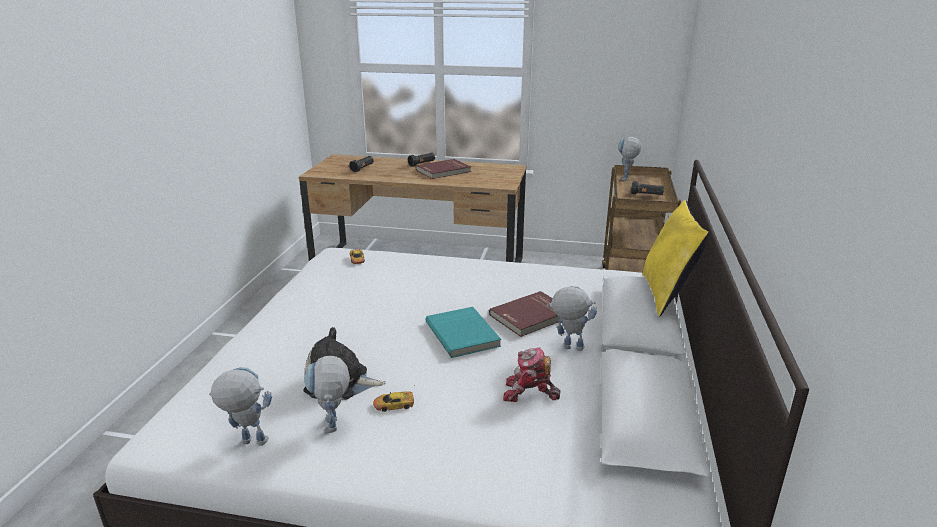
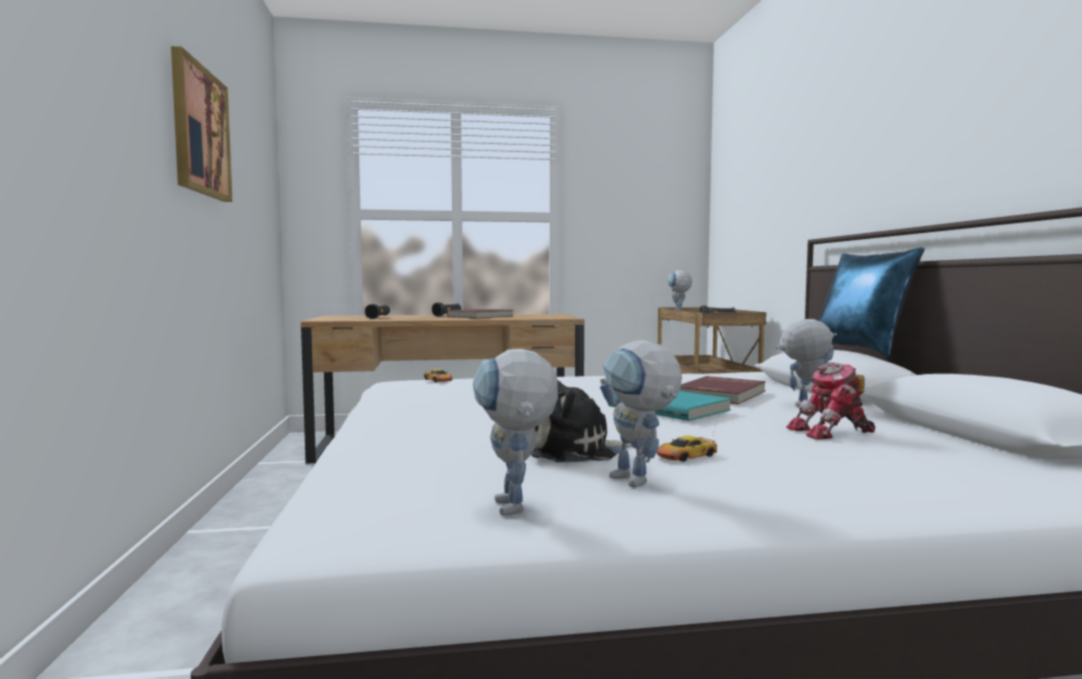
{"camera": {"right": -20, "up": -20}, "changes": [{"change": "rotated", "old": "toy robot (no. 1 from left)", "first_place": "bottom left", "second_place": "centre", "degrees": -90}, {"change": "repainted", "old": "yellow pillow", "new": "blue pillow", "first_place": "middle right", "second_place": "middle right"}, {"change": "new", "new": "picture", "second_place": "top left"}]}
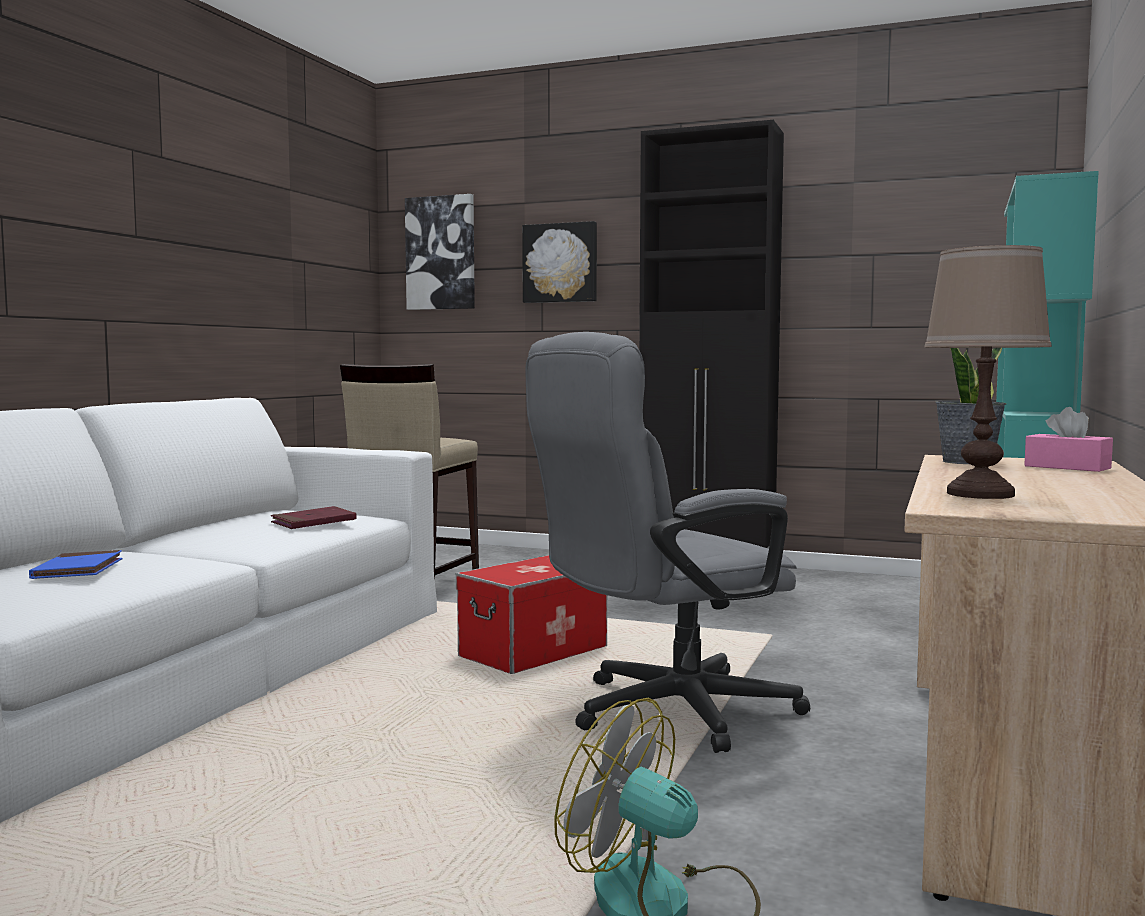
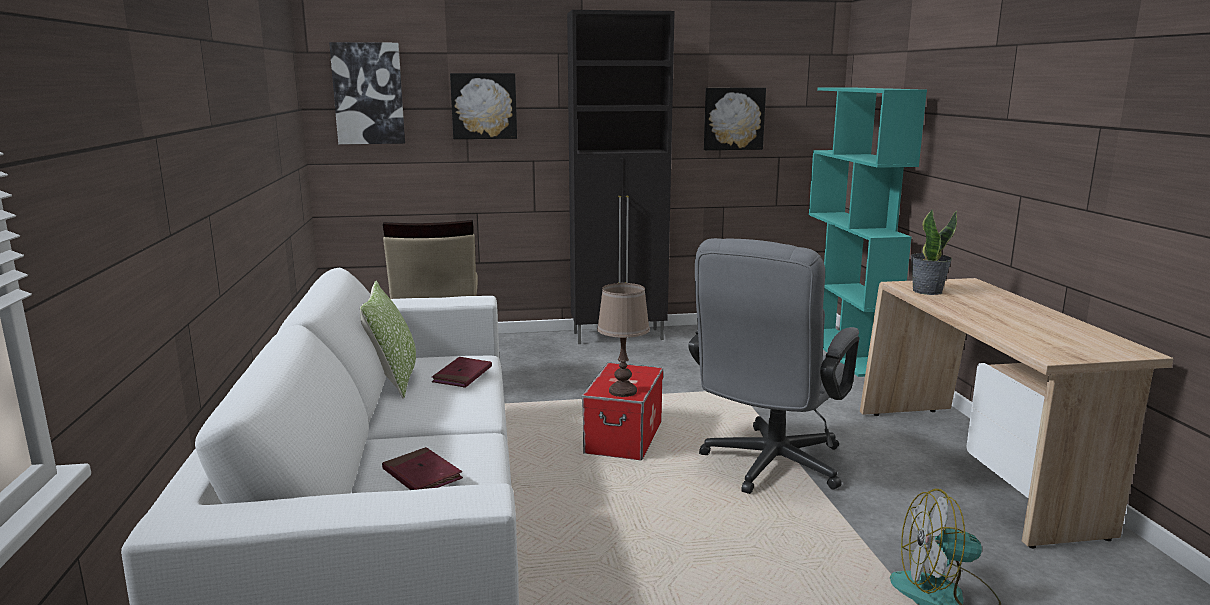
{"camera": {"right": -30, "up": 10}, "changes": [{"change": "repainted", "old": "blue book", "new": "red book (no. 1 from left)", "first_place": "middle left", "second_place": "bottom centre"}, {"change": "shifted", "old": "brown table lamp", "first_place": "middle right", "second_place": "centre"}, {"change": "gone", "old": "pink tissue box", "first_place": "middle right"}, {"change": "new", "new": "pillow", "second_place": "middle left"}, {"change": "new", "new": "picture (no. 3 from left)", "second_place": "top centre"}]}
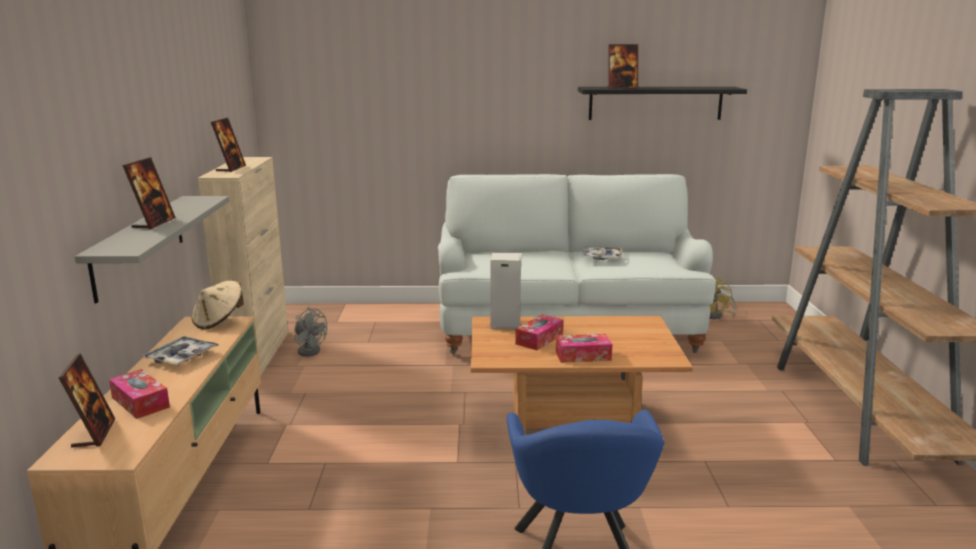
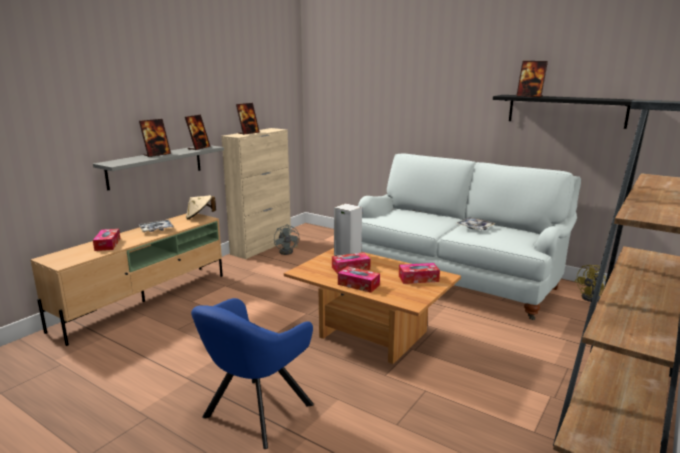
{"camera": {"right": 35, "up": 0}, "changes": [{"change": "shifted", "old": "picture frame (no. 1 from left in the first image)", "new": "picture frame (no. 2 from left)", "first_place": "bottom left", "second_place": "top left"}, {"change": "new", "new": "tissue box (no. 4 from left)", "second_place": "centre"}]}
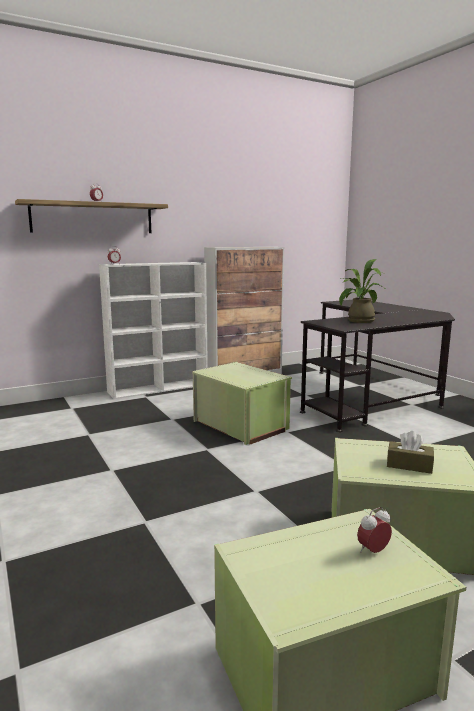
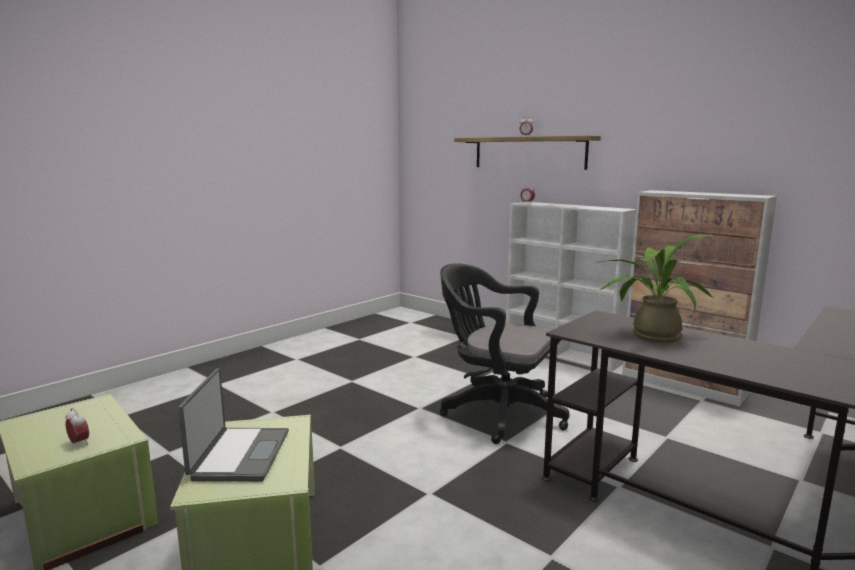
{"camera": {"right": 70, "up": 0}, "changes": [{"change": "swapped", "old": "green storage box (no. 1 from left)", "new": "black office chair", "first_place": "centre", "second_place": "centre"}, {"change": "swapped", "old": "brown tissue box", "new": "laptop", "first_place": "middle right", "second_place": "bottom left"}]}
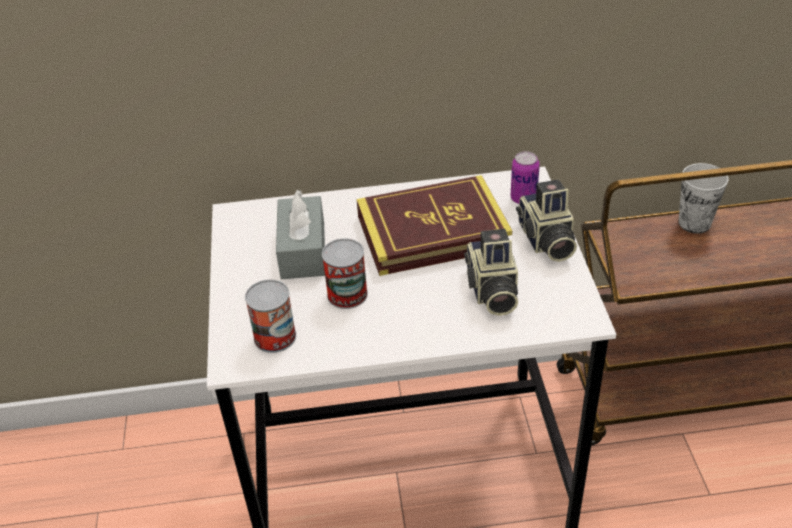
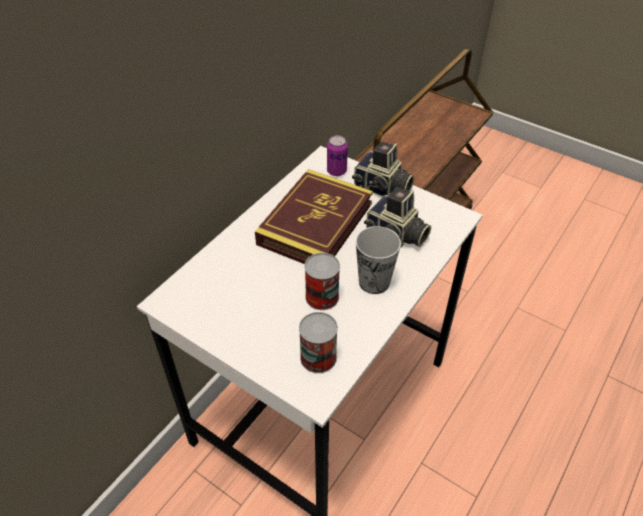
{"camera": {"right": -50, "up": 5}, "changes": [{"change": "gone", "old": "grey tissue box", "first_place": "centre"}, {"change": "shifted", "old": "cup", "first_place": "middle right", "second_place": "centre"}]}
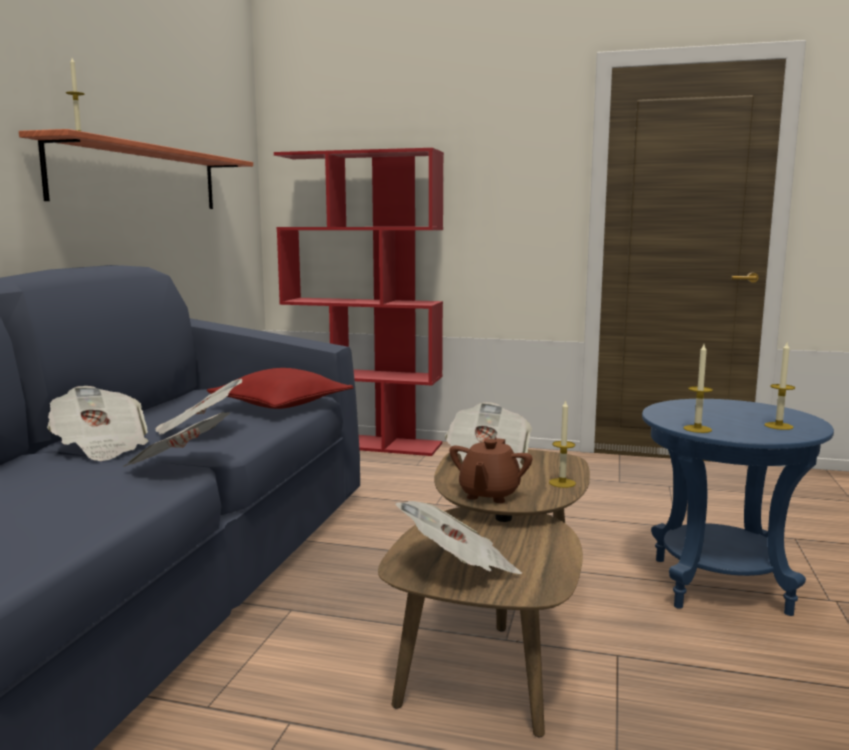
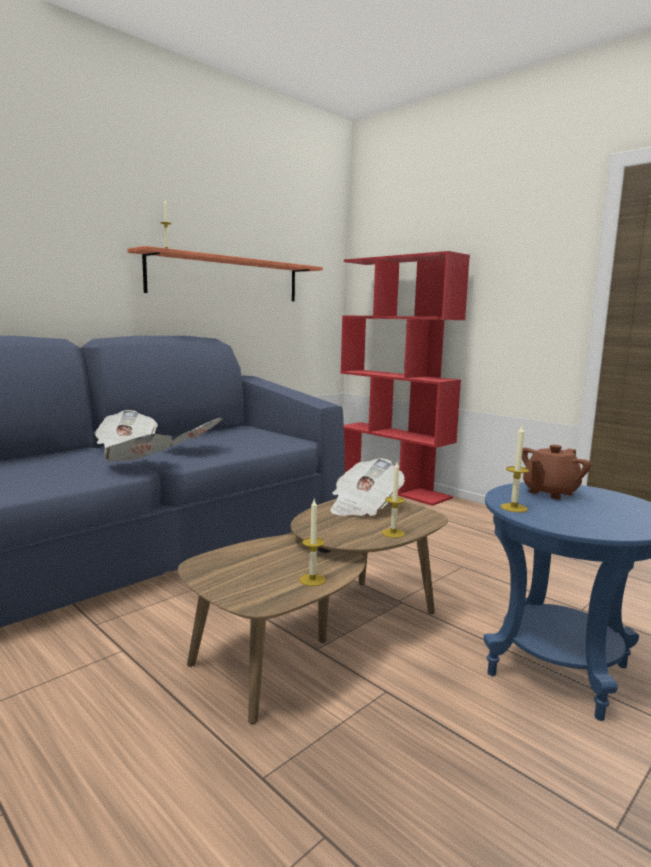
{"camera": {"right": 30, "up": 0}, "changes": [{"change": "gone", "old": "red pillow", "first_place": "middle left"}, {"change": "gone", "old": "newspaper (no. 4 from left)", "first_place": "bottom centre"}, {"change": "shifted", "old": "brown teapot", "first_place": "centre", "second_place": "middle right"}, {"change": "shifted", "old": "candle (no. 4 from left in the first image)", "new": "candle (no. 2 from left)", "first_place": "middle right", "second_place": "centre"}]}
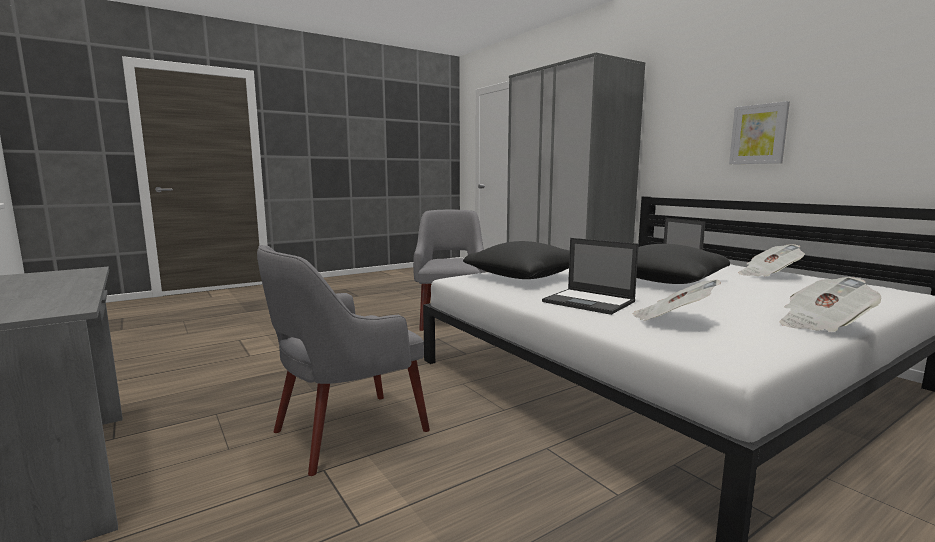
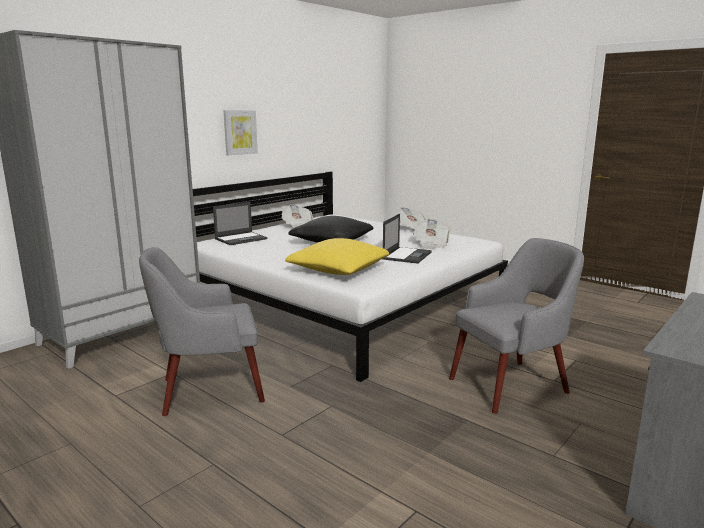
{"camera": {"right": -105, "up": 5}, "changes": [{"change": "rotated", "old": "grey armchair (no. 1 from left in the first image)", "first_place": "centre", "second_place": "middle right", "degrees": -60}, {"change": "repainted", "old": "black pillow (no. 1 from left)", "new": "yellow pillow", "first_place": "centre", "second_place": "centre"}]}
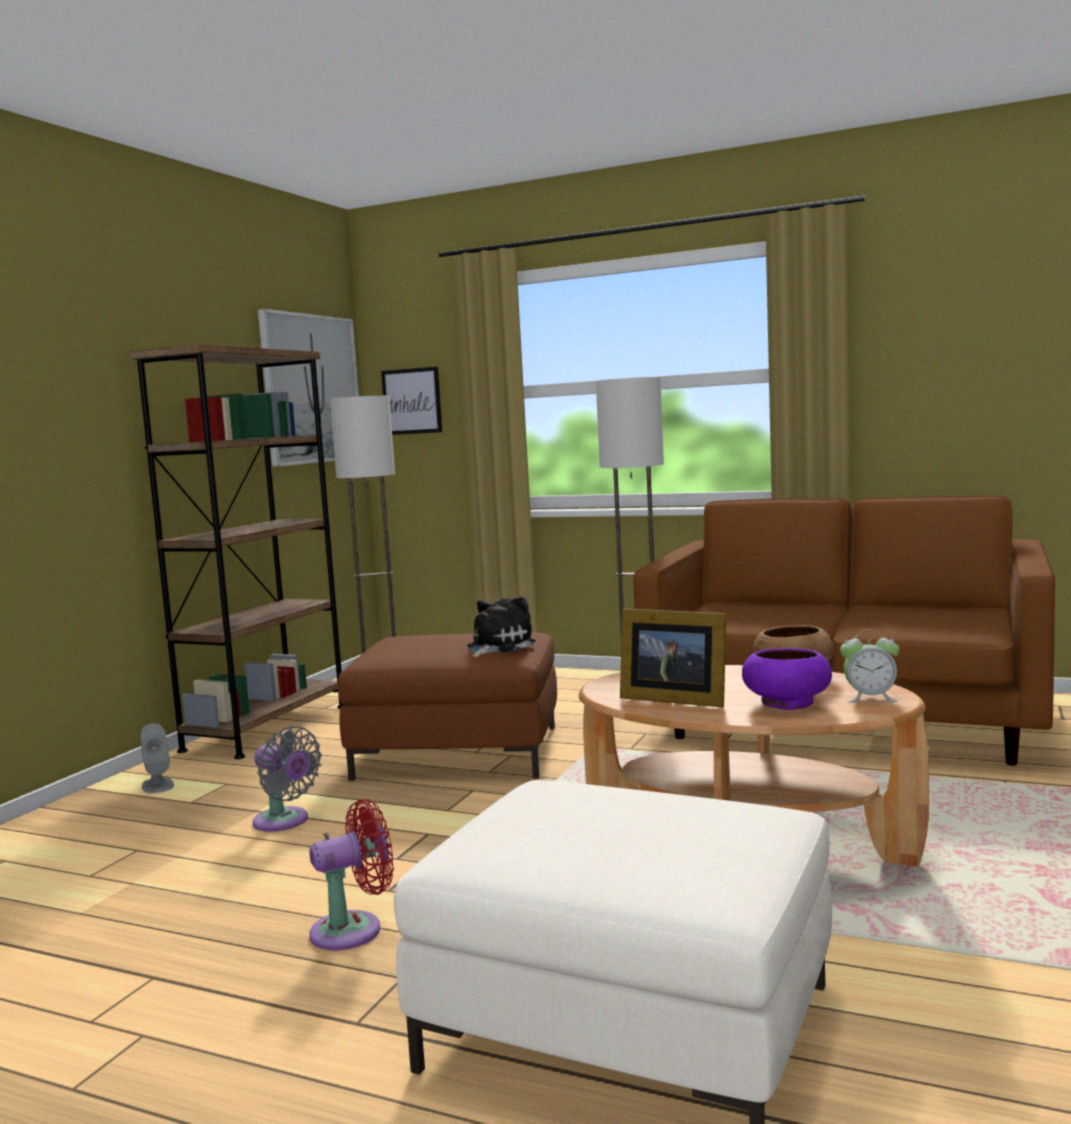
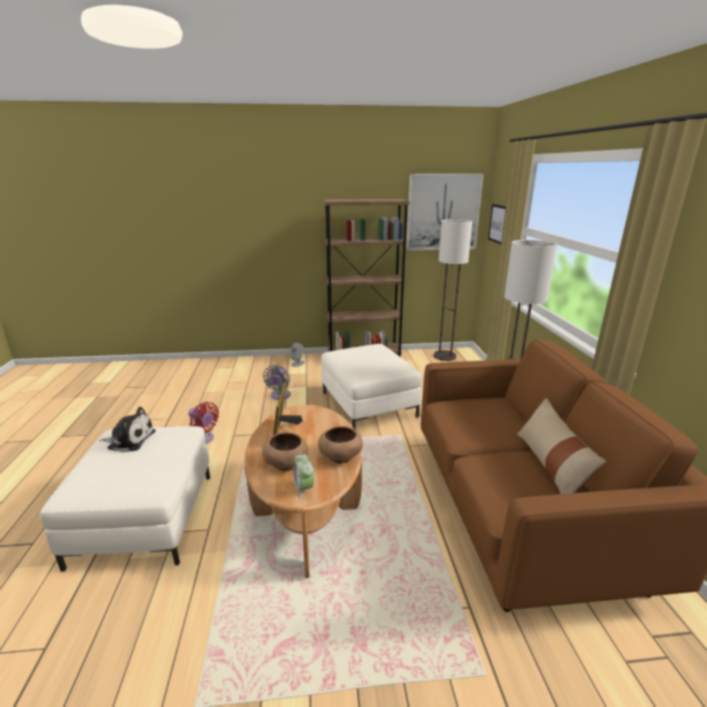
{"camera": {"right": 60, "up": 15}, "changes": [{"change": "repainted", "old": "brown ottoman", "new": "white ottoman (no. 2 from left)", "first_place": "centre", "second_place": "centre"}, {"change": "shifted", "old": "plush toy", "first_place": "centre", "second_place": "middle left"}, {"change": "repainted", "old": "purple bowl", "new": "brown bowl (no. 1 from left)", "first_place": "middle right", "second_place": "centre"}, {"change": "new", "new": "beige pillow", "second_place": "middle right"}]}
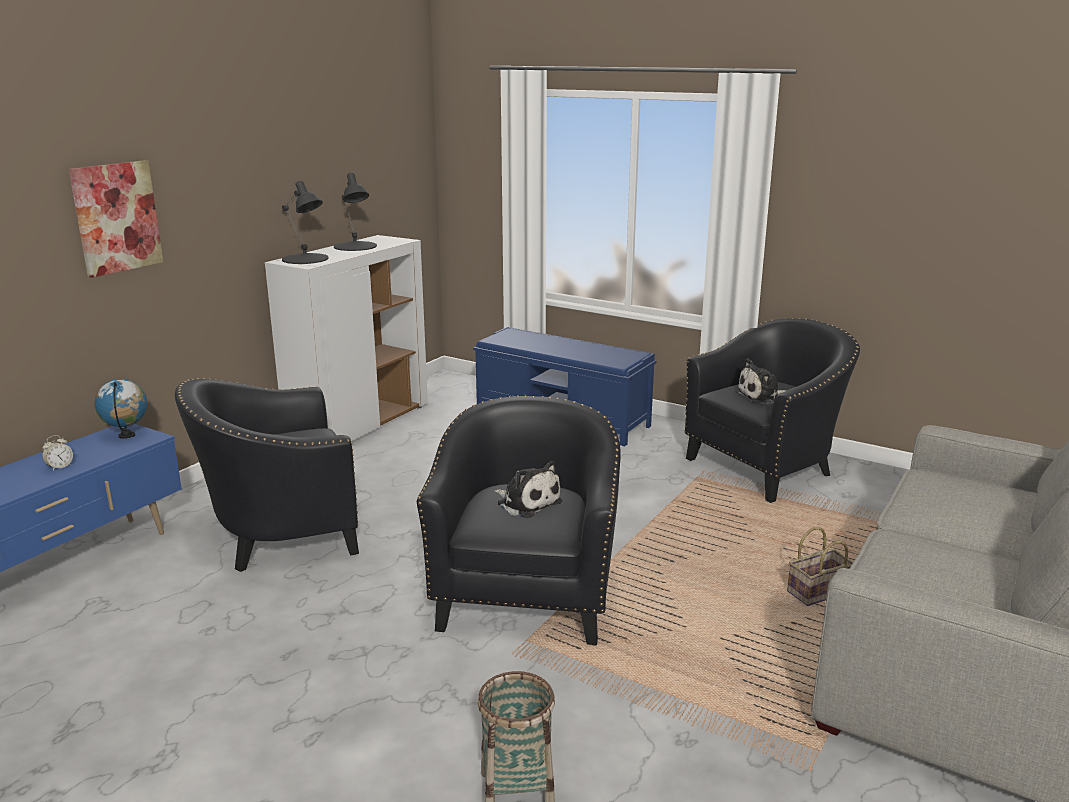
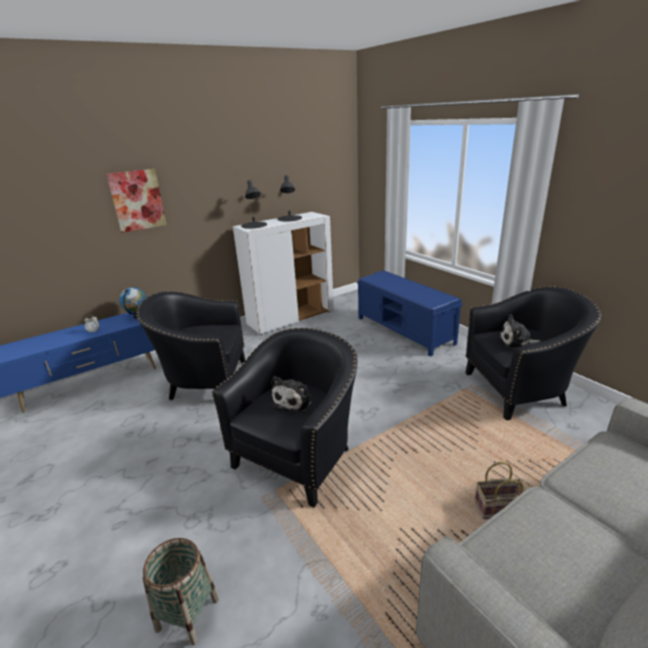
{"camera": {"right": 25, "up": 5}, "changes": [{"change": "rotated", "old": "plush toy (no. 1 from left)", "first_place": "centre", "second_place": "centre", "degrees": 45}]}
